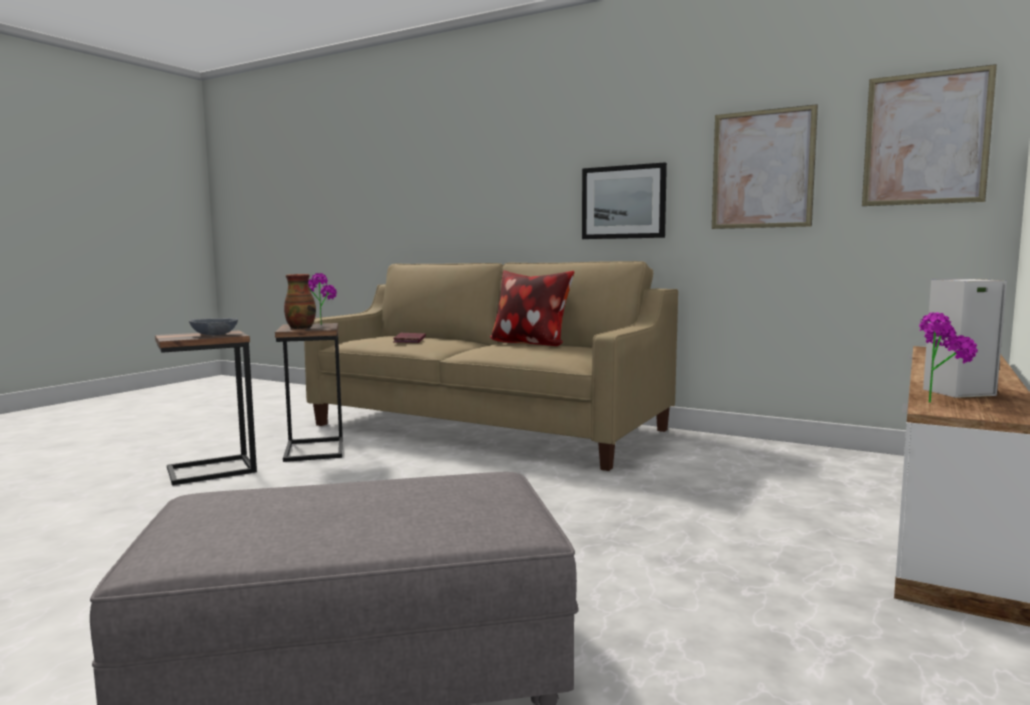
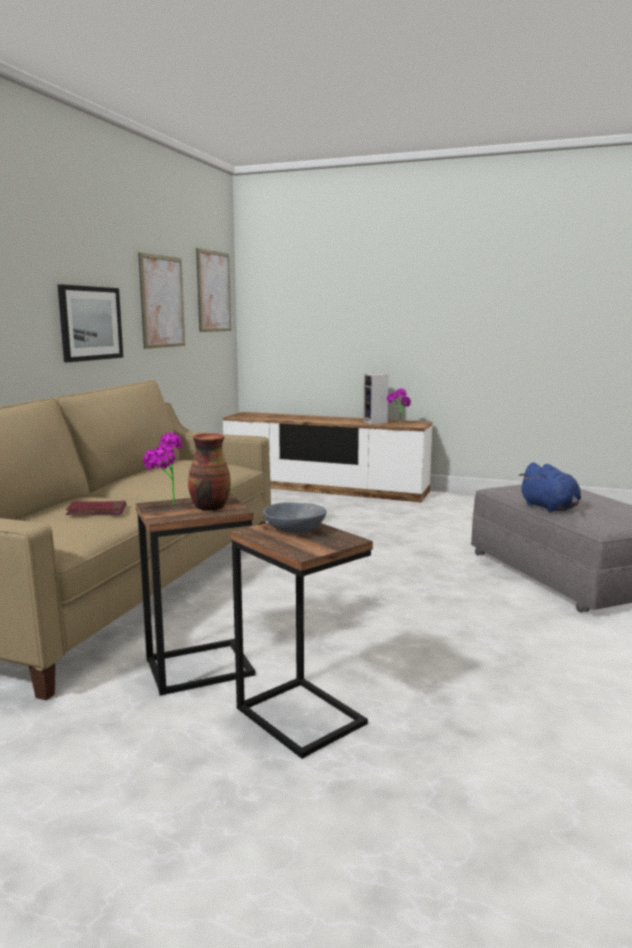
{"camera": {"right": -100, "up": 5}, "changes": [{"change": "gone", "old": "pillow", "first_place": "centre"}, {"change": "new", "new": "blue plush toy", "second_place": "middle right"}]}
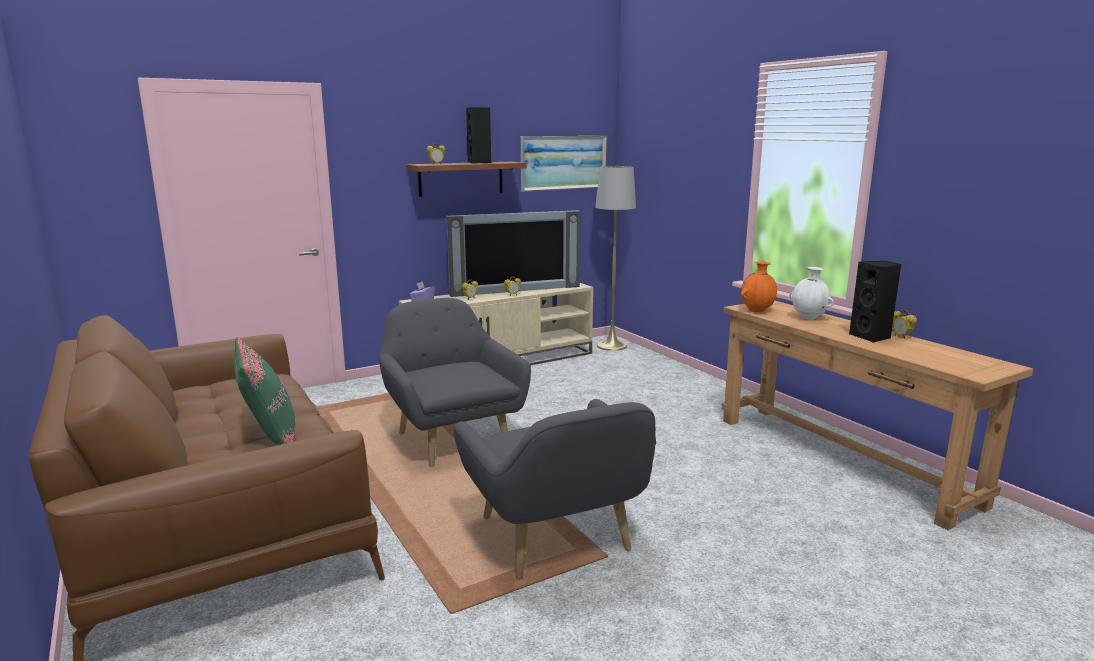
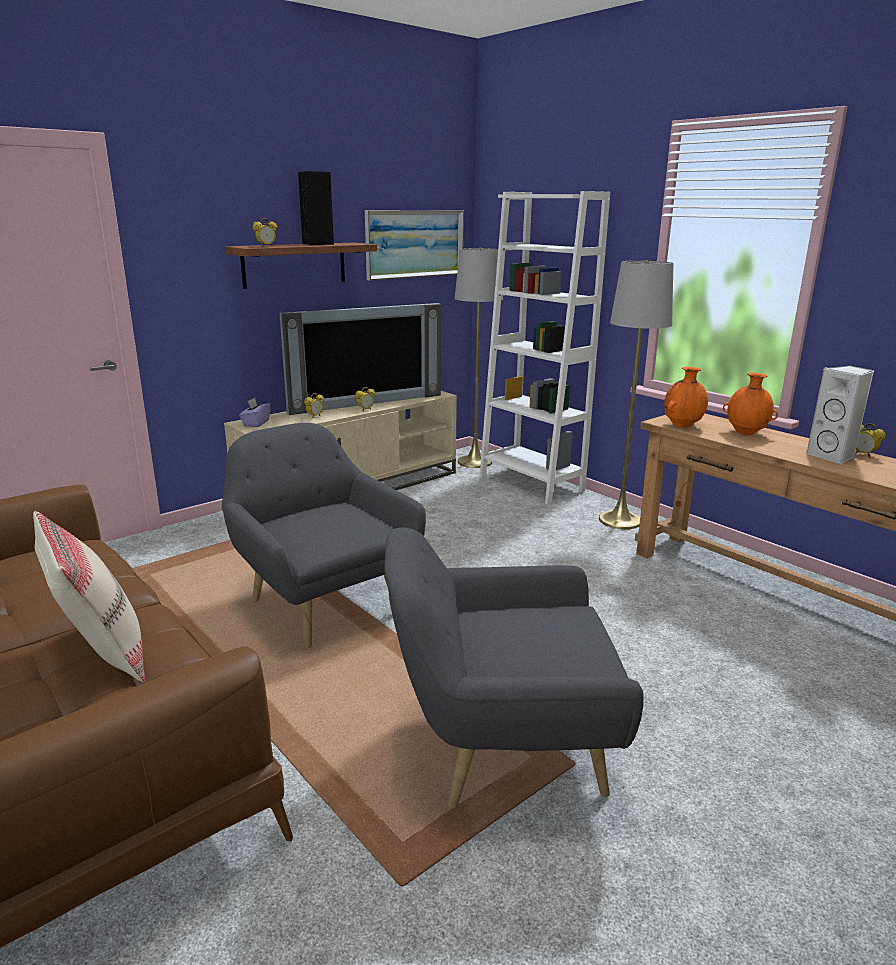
{"camera": {"right": -10, "up": 5}, "changes": [{"change": "repainted", "old": "green pillow", "new": "beige pillow", "first_place": "middle left", "second_place": "middle left"}, {"change": "rotated", "old": "grey armchair (no. 2 from left)", "first_place": "bottom centre", "second_place": "bottom centre", "degrees": 120}, {"change": "repainted", "old": "white vase", "new": "orange vase (no. 2 from left)", "first_place": "middle right", "second_place": "middle right"}, {"change": "repainted", "old": "black speaker (no. 2 from left)", "new": "white speaker", "first_place": "middle right", "second_place": "middle right"}, {"change": "new", "new": "white bookcase", "second_place": "centre"}, {"change": "new", "new": "grey floor lamp (no. 2 from left)", "second_place": "middle right"}]}
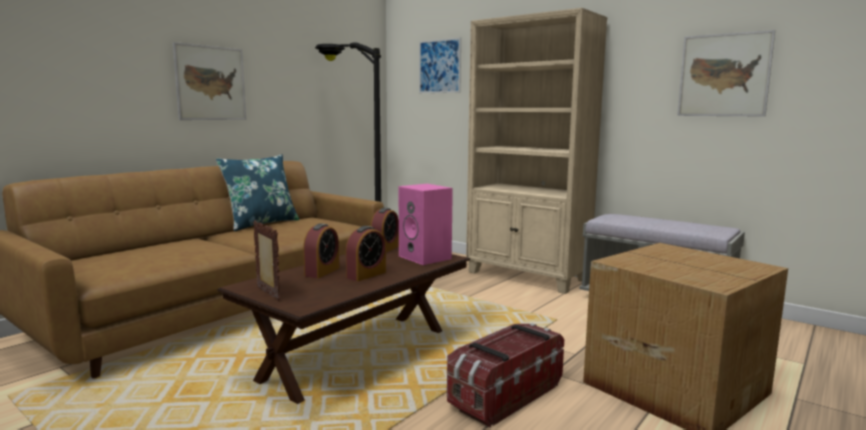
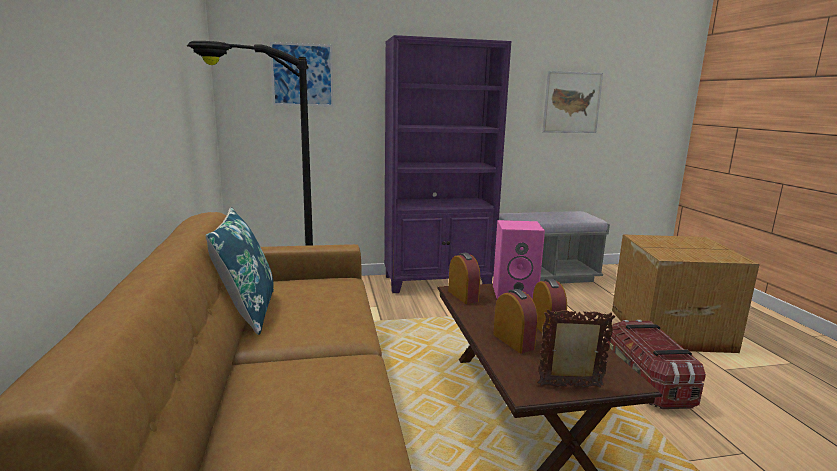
{"camera": {"right": -50, "up": 5}, "changes": [{"change": "gone", "old": "picture (no. 1 from left)", "first_place": "top left"}, {"change": "repainted", "old": "beige bookcase", "new": "purple bookcase", "first_place": "centre", "second_place": "centre"}]}
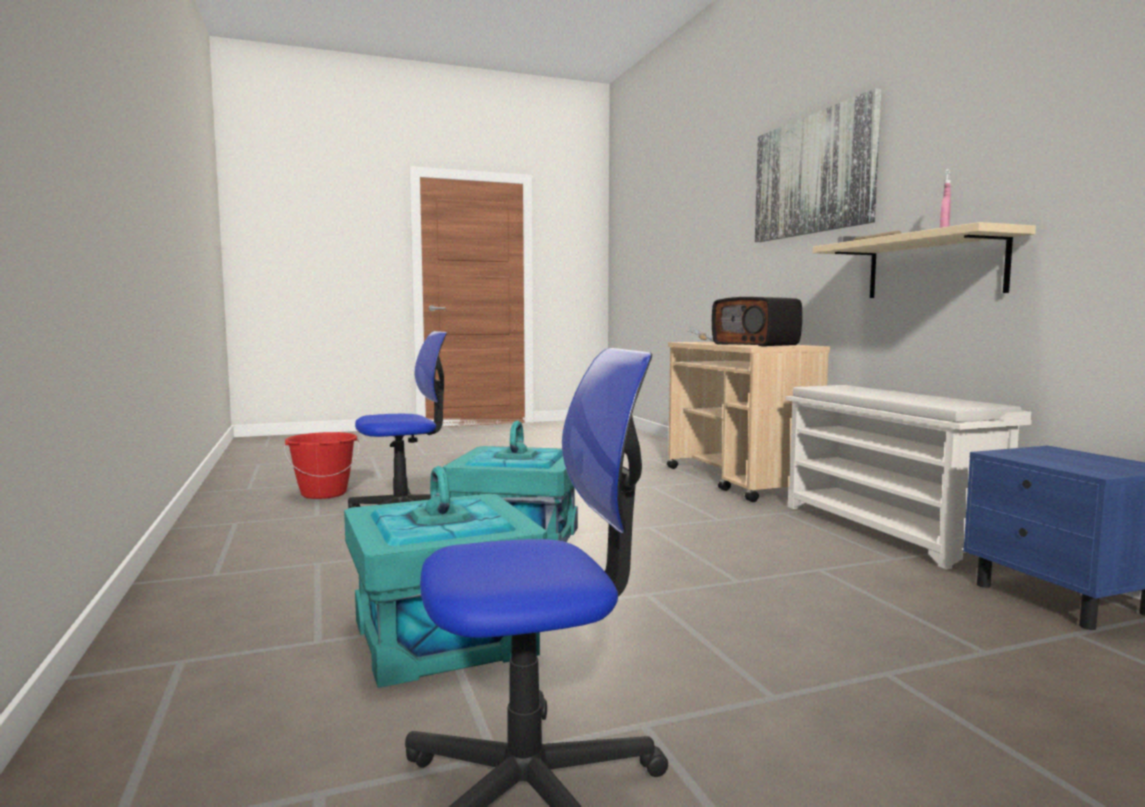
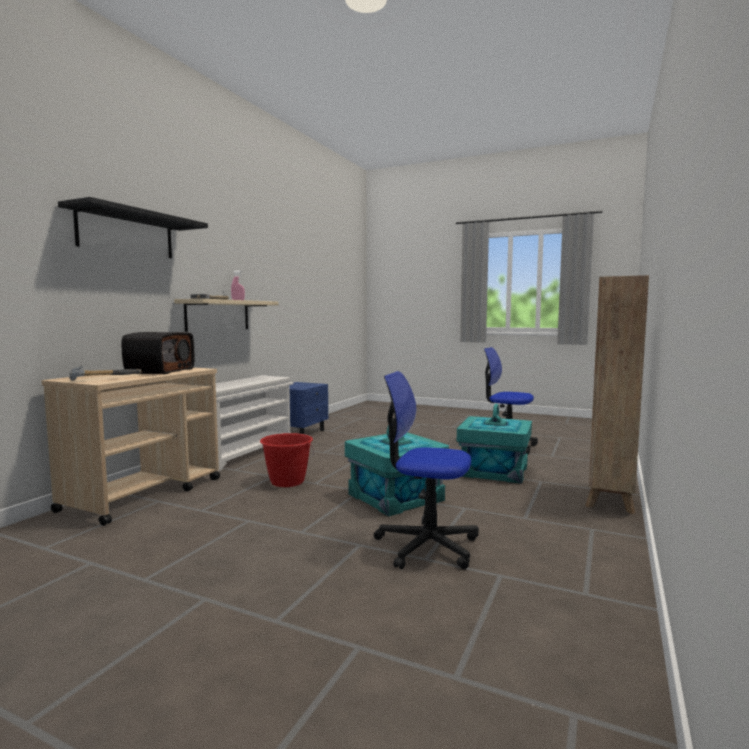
{"camera": {"right": -135, "up": 0}, "changes": [{"change": "shifted", "old": "red bucket", "first_place": "middle left", "second_place": "centre"}, {"change": "swapped", "old": "picture", "new": "black shelf", "first_place": "top right", "second_place": "top left"}, {"change": "new", "new": "brown bookcase", "second_place": "middle right"}]}
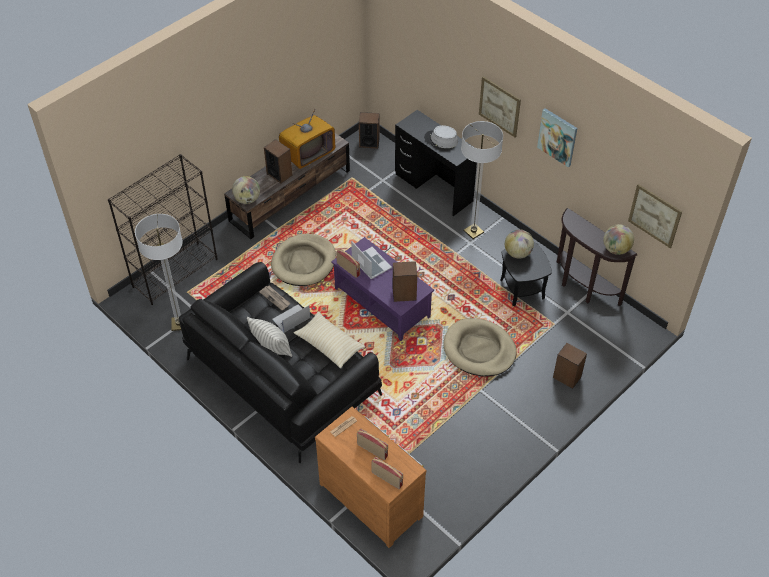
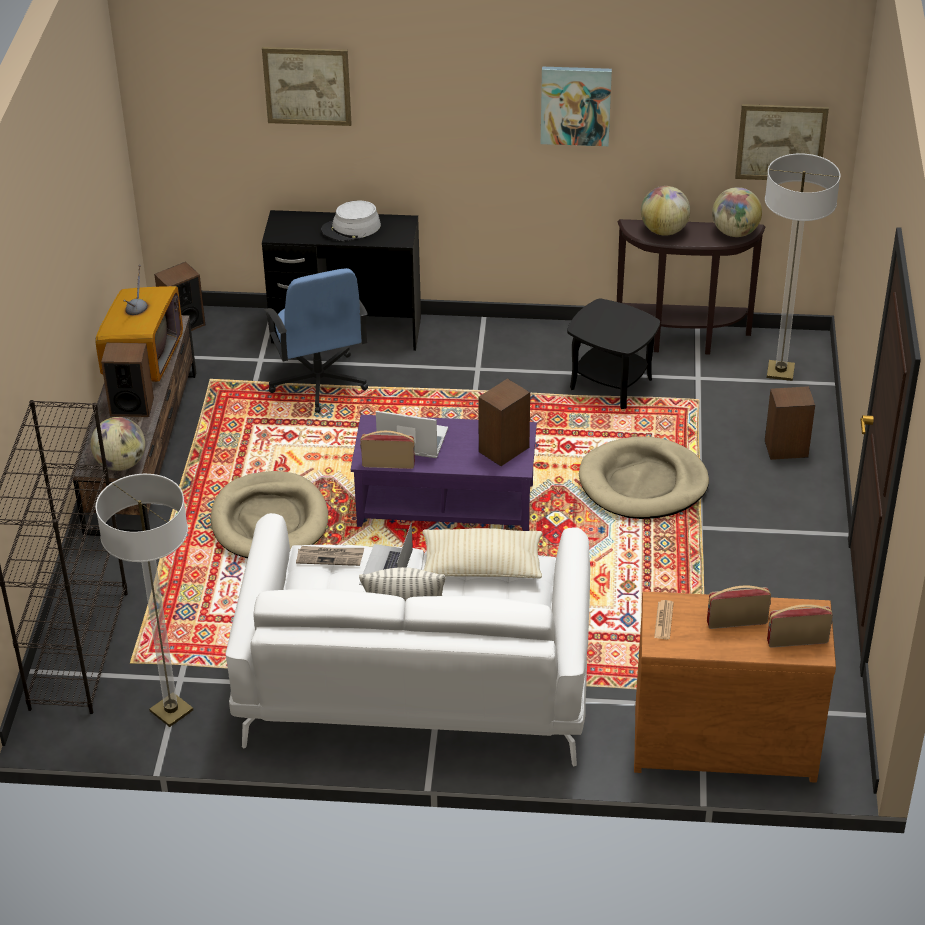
{"camera": {"right": -40, "up": -10}, "changes": [{"change": "repainted", "old": "black sofa", "new": "white sofa", "first_place": "centre", "second_place": "bottom centre"}, {"change": "shifted", "old": "floor lamp (no. 2 from left)", "first_place": "top centre", "second_place": "top right"}, {"change": "shifted", "old": "picture (no. 1 from left)", "first_place": "top centre", "second_place": "top left"}, {"change": "shifted", "old": "globe (no. 2 from left)", "first_place": "middle right", "second_place": "top right"}, {"change": "new", "new": "blue office chair", "second_place": "centre"}]}
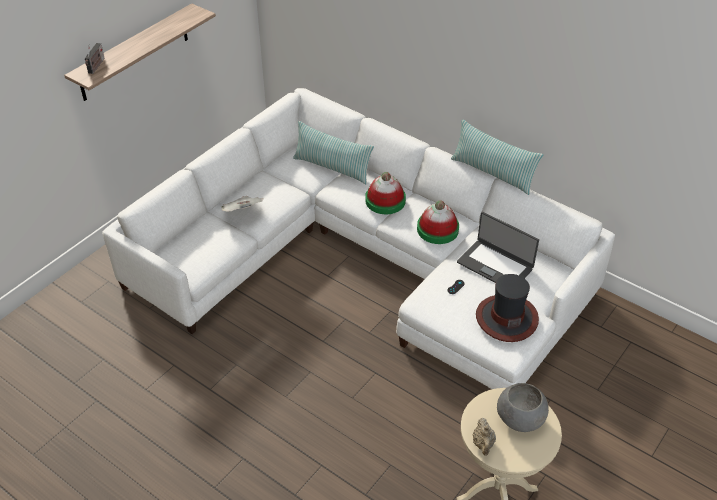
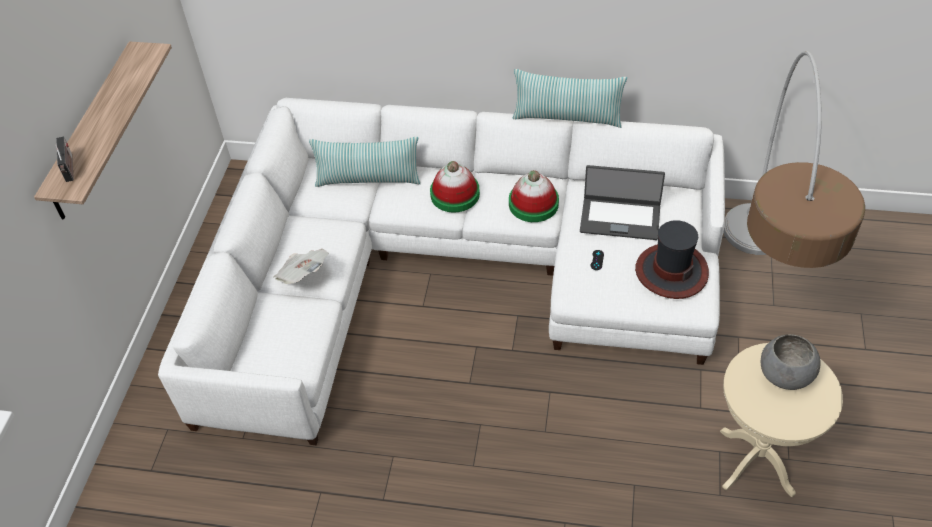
{"camera": {"right": -25, "up": 5}, "changes": [{"change": "gone", "old": "beige teapot", "first_place": "bottom right"}, {"change": "new", "new": "floor lamp", "second_place": "top right"}]}
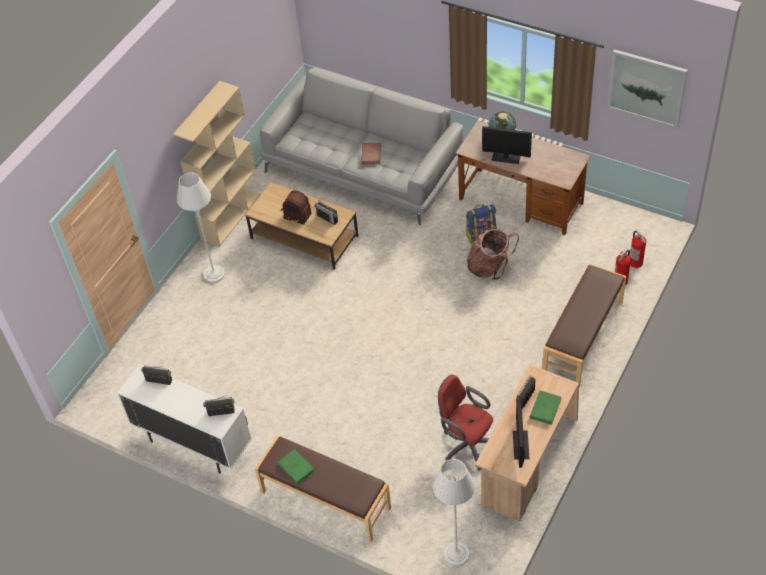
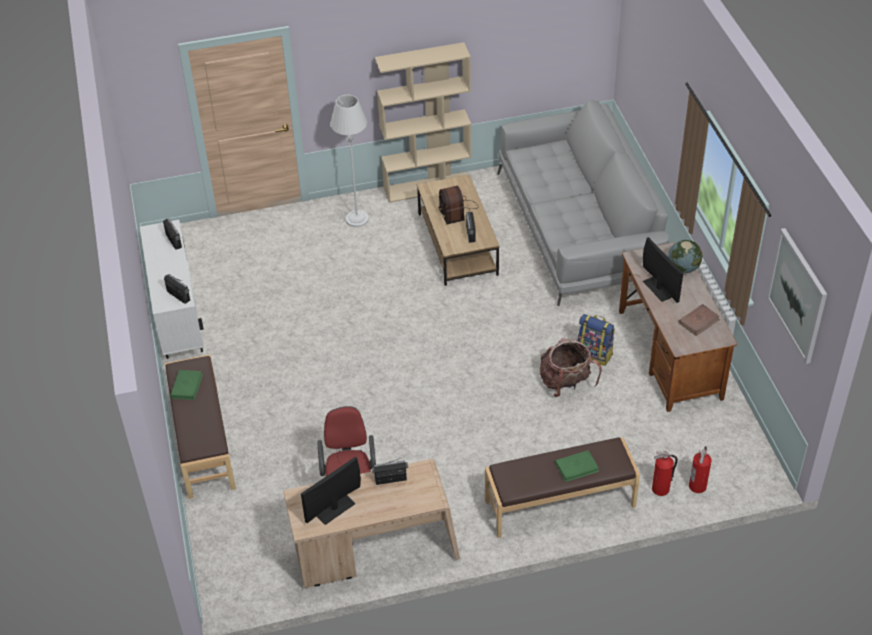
{"camera": {"right": 45, "up": -5}, "changes": [{"change": "shifted", "old": "brown book", "first_place": "top centre", "second_place": "middle right"}, {"change": "gone", "old": "white floor lamp (no. 2 from left)", "first_place": "bottom centre"}, {"change": "shifted", "old": "green book (no. 2 from left)", "first_place": "bottom right", "second_place": "bottom centre"}]}
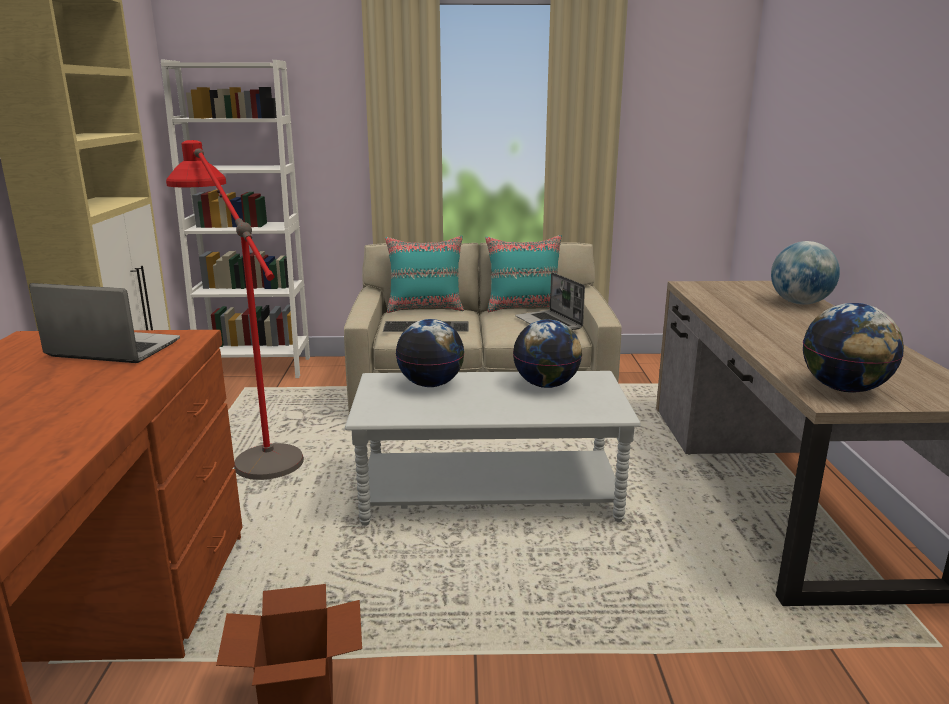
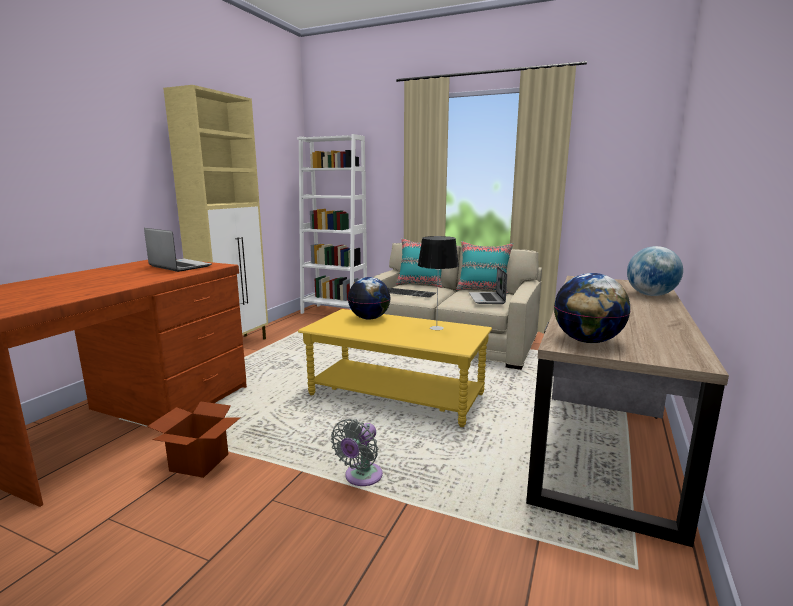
{"camera": {"right": 25, "up": -5}, "changes": [{"change": "gone", "old": "red floor lamp", "first_place": "middle left"}, {"change": "repainted", "old": "grey coffee table", "new": "yellow coffee table", "first_place": "centre", "second_place": "centre"}, {"change": "swapped", "old": "globe (no. 2 from left)", "new": "table lamp", "first_place": "centre", "second_place": "centre"}, {"change": "new", "new": "grey fan", "second_place": "bottom centre"}]}
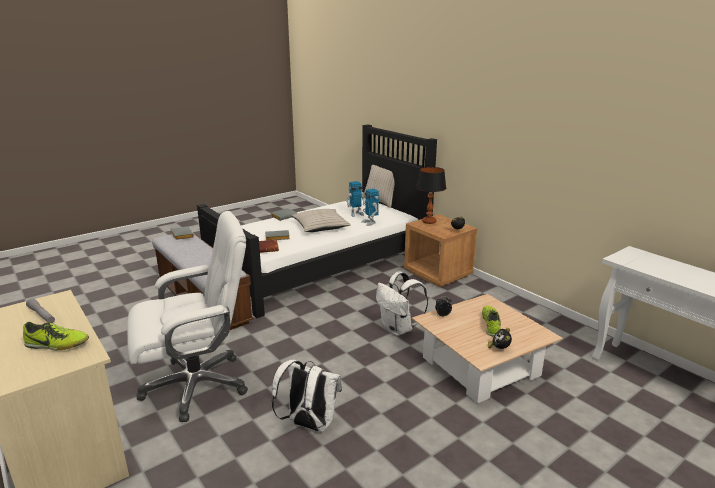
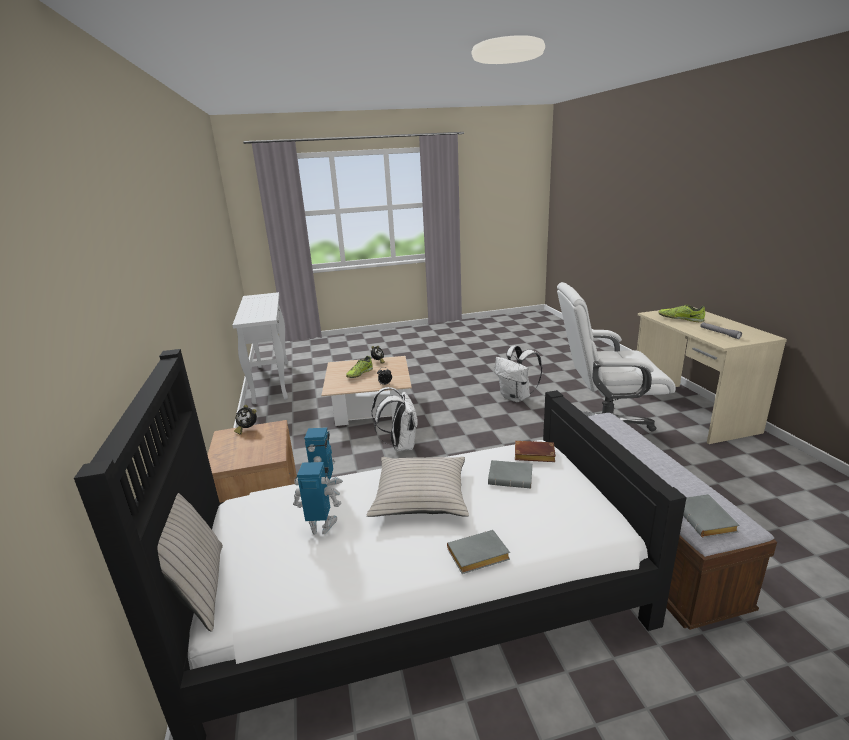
{"camera": {"right": -155, "up": 0}, "changes": [{"change": "gone", "old": "table lamp", "first_place": "centre"}]}
